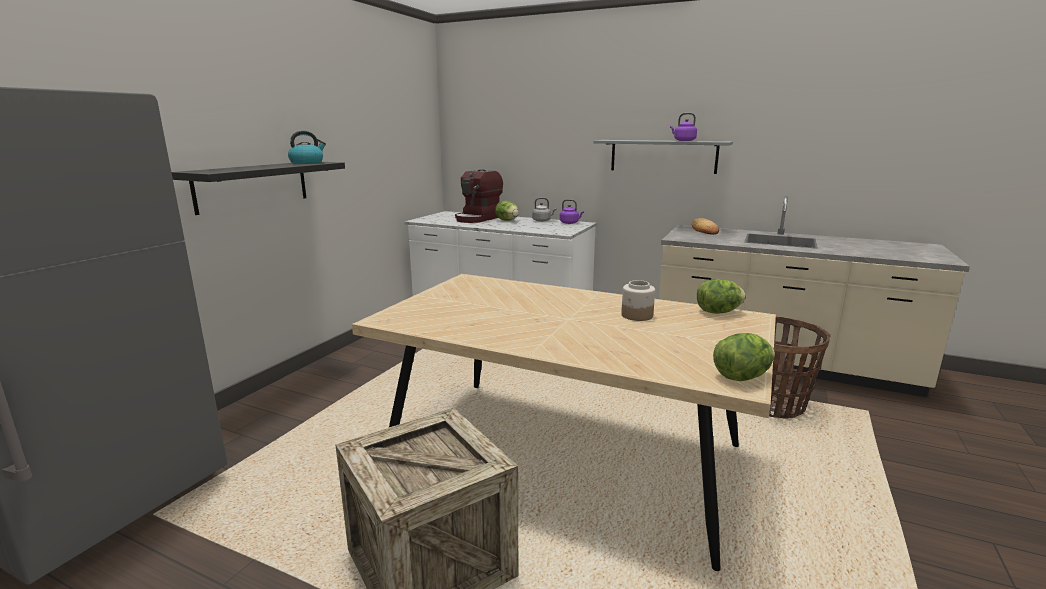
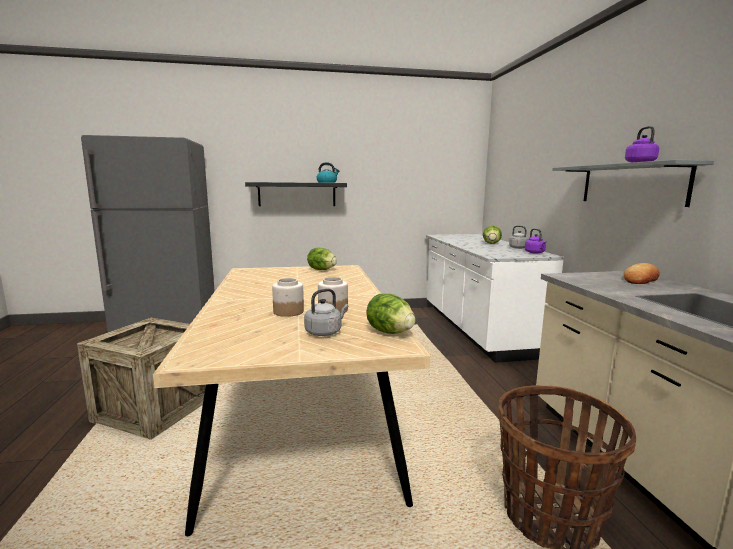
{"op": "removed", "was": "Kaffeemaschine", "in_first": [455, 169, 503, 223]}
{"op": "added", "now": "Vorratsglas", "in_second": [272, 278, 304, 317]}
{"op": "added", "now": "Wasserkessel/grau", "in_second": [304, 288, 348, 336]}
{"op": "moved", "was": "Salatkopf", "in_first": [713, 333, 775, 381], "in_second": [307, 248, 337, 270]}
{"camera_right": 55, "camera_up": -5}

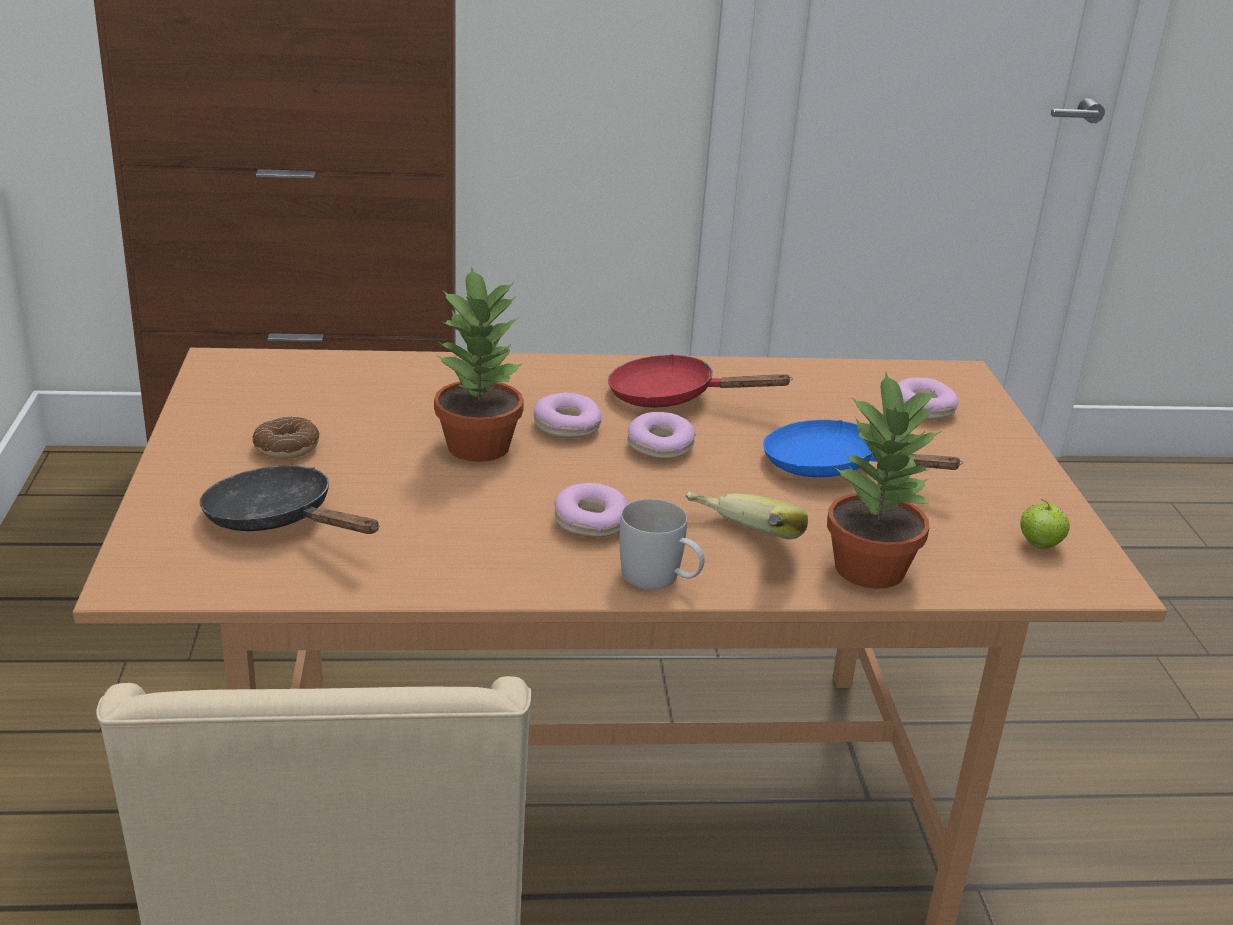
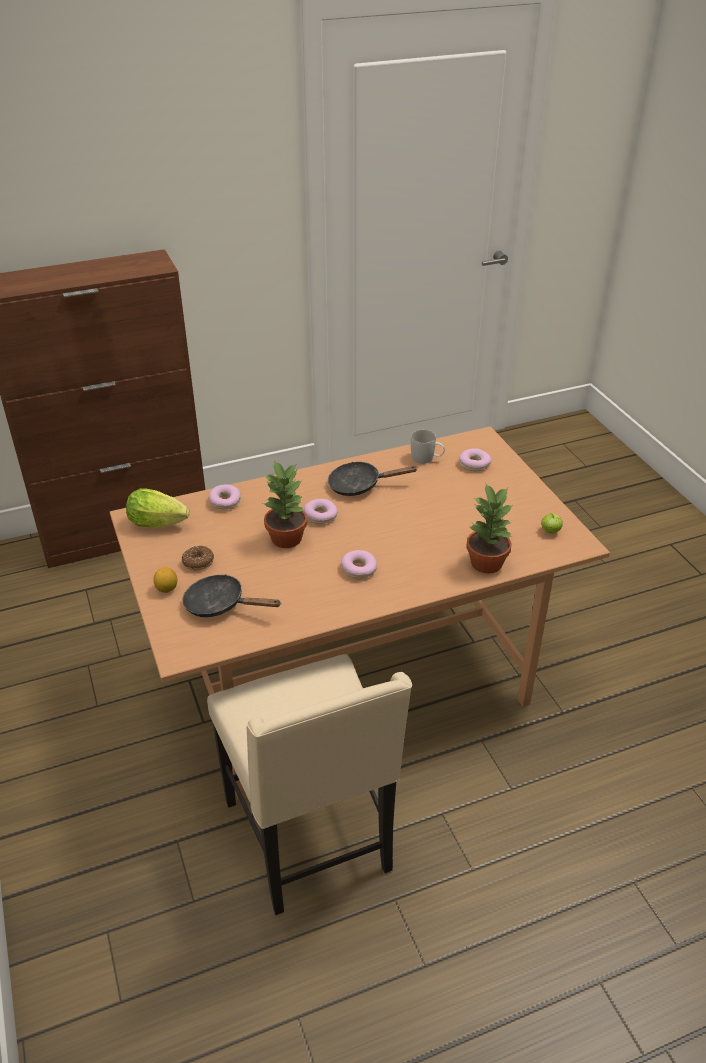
{"op": "removed", "was": "Banane", "in_first": [685, 491, 808, 539]}
{"op": "removed", "was": "Pfanne/blau", "in_first": [763, 420, 963, 477]}
{"op": "added", "now": "Salatkopf", "in_second": [126, 488, 190, 528]}
{"op": "added", "now": "Zitrone", "in_second": [153, 567, 177, 593]}
{"op": "moved", "was": "Henkelbecher/weiß", "in_first": [619, 499, 705, 590], "in_second": [411, 430, 445, 464]}
{"op": "moved", "was": "Donut", "in_first": [627, 412, 696, 459], "in_second": [209, 485, 241, 509]}
{"op": "recoloured", "was": "Pfanne/rot", "now": "Pfanne/schwarz", "in_first": [608, 354, 793, 408], "in_second": [328, 462, 418, 496]}
{"camera_right": -15, "camera_up": 10}

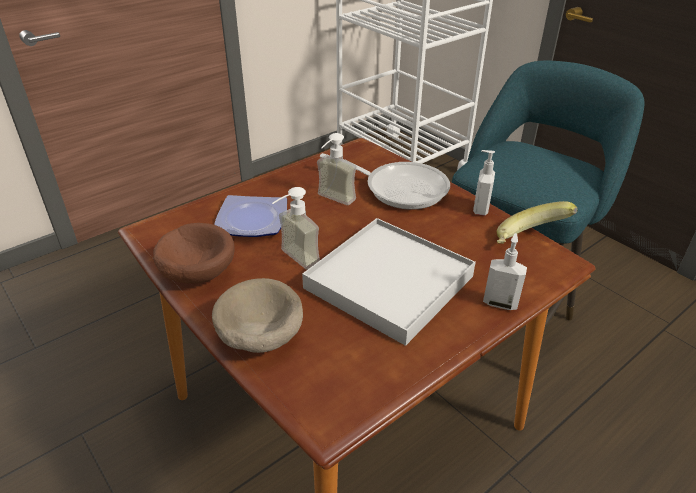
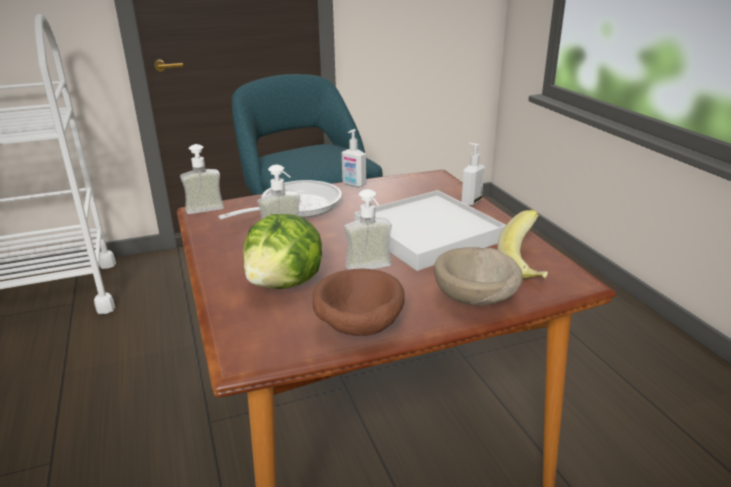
{"op": "added", "now": "Seifenspender", "in_second": [180, 144, 224, 214]}
{"op": "moved", "was": "Banane", "in_first": [497, 201, 578, 244], "in_second": [497, 210, 548, 279]}
{"op": "replaced", "was": "Teller", "now": "Salatkopf", "in_first": [214, 195, 287, 237], "in_second": [243, 214, 322, 289]}
{"camera_right": -70, "camera_up": -10}

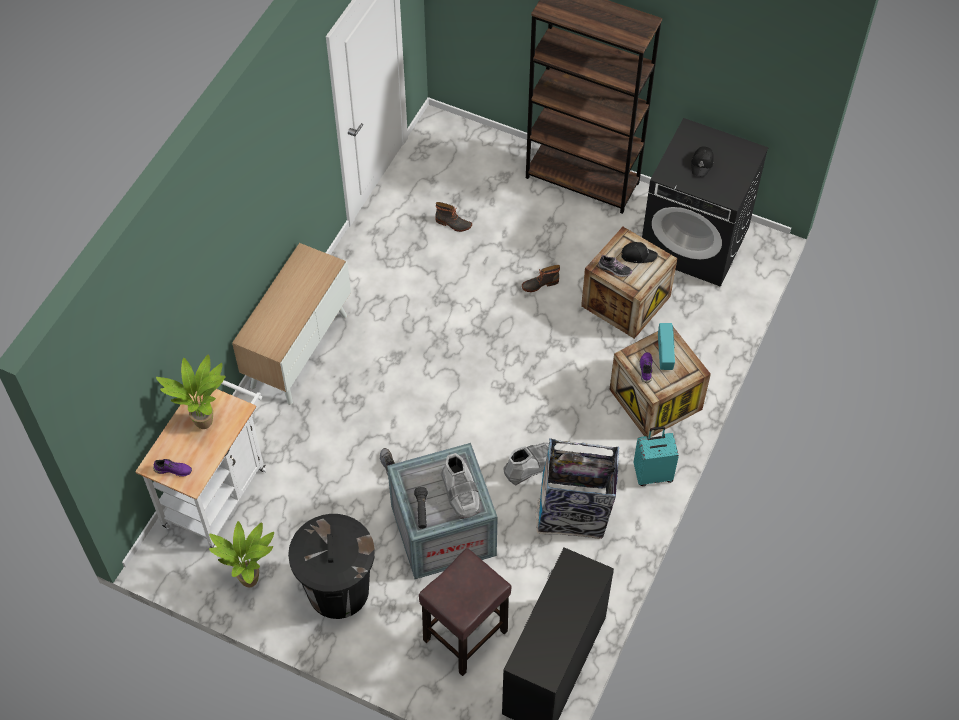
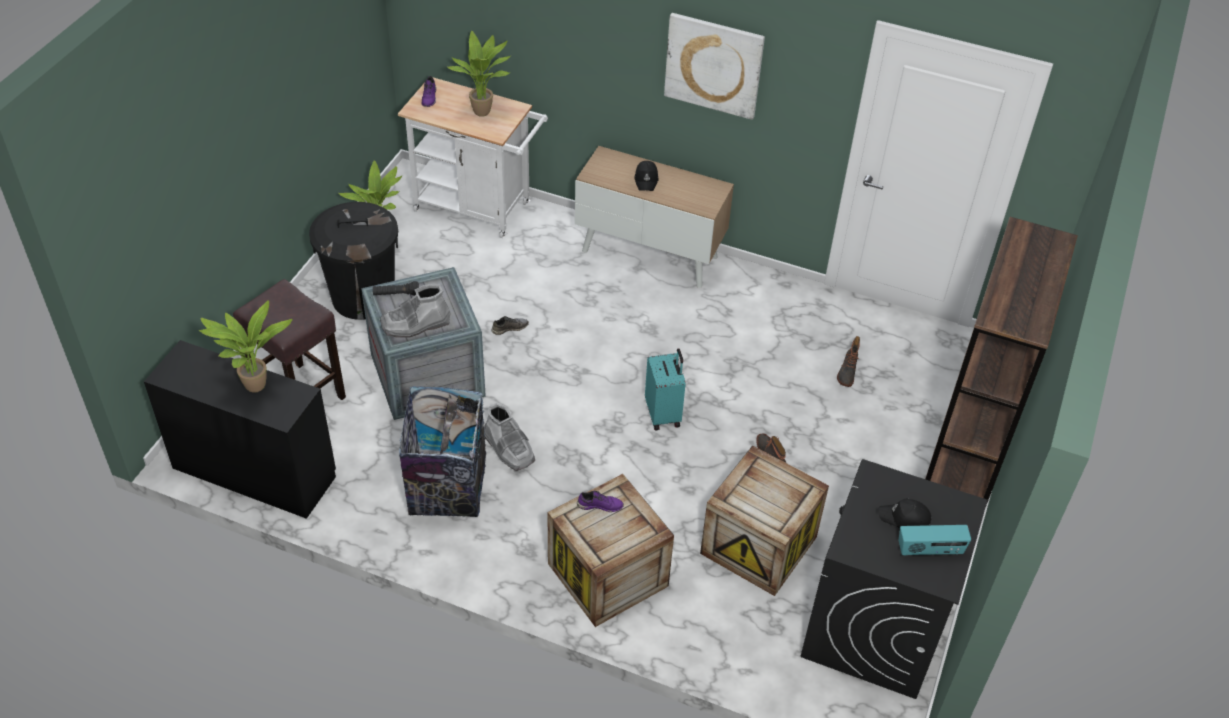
{"op": "removed", "was": "Schuh", "in_first": [599, 254, 632, 277]}
{"op": "added", "now": "Topfpflanze", "in_second": [199, 300, 293, 393]}
{"op": "added", "now": "Bild", "in_second": [664, 13, 765, 120]}
{"op": "moved", "was": "Kappe/schwarz", "in_first": [621, 242, 658, 263], "in_second": [634, 161, 659, 191]}
{"op": "moved", "was": "Koffer/türkis", "in_first": [633, 426, 679, 486], "in_second": [645, 349, 686, 430]}
{"op": "moved", "was": "Radio", "in_first": [658, 323, 675, 370], "in_second": [898, 525, 971, 556]}
{"camera_right": 85, "camera_up": -10}

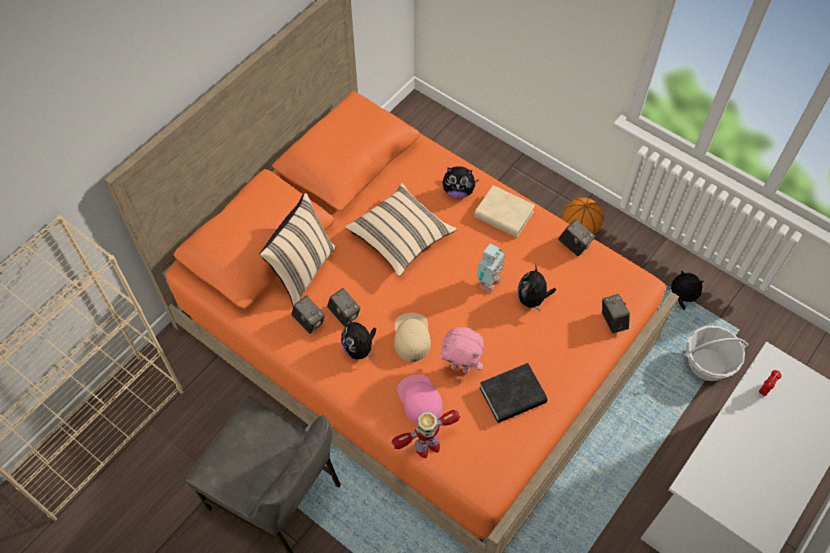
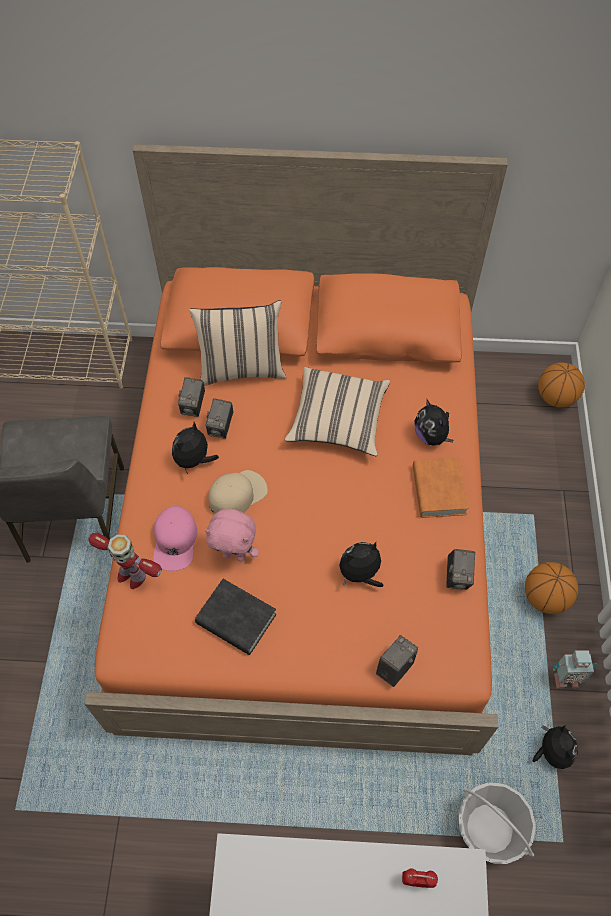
{"op": "added", "now": "Basketball", "in_second": [538, 362, 585, 408]}
{"op": "moved", "was": "Spielzeugroboter", "in_first": [477, 244, 505, 293], "in_second": [553, 650, 597, 689]}
{"op": "recoloured", "was": "Buch/beige", "now": "Buch/orange", "in_first": [474, 185, 535, 238], "in_second": [413, 457, 469, 518]}
{"op": "turned", "was": "Kappe/rosa", "in_first": [397, 374, 443, 424], "in_second": [153, 506, 197, 571], "clockwise": 150}
{"op": "turned", "was": "Plüschtier/rosa", "in_first": [439, 327, 484, 373], "in_second": [205, 509, 259, 561], "clockwise": -60}
{"camera_right": 55, "camera_up": 0}

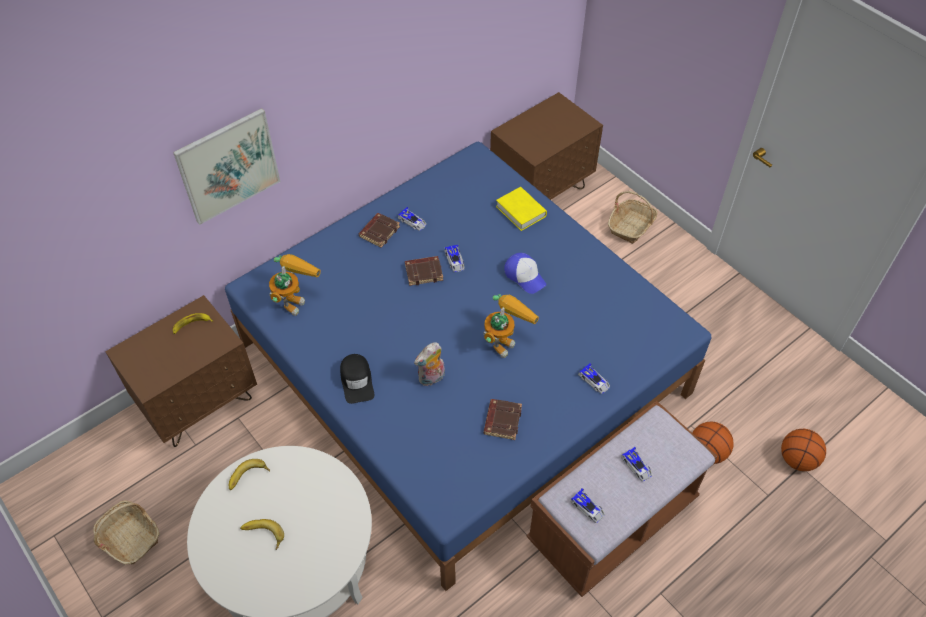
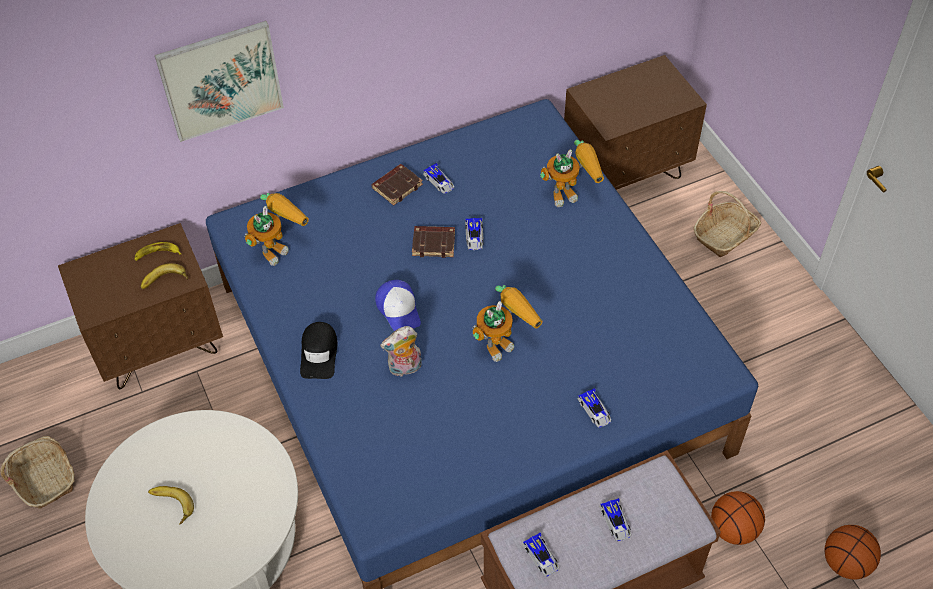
{"op": "removed", "was": "Buch/braun", "in_first": [484, 399, 522, 440]}
{"op": "moved", "was": "Banane", "in_first": [229, 459, 270, 490], "in_second": [141, 263, 188, 289]}
{"op": "moved", "was": "Kappe", "in_first": [504, 253, 546, 294], "in_second": [375, 280, 421, 331]}
{"op": "replaced", "was": "Buch/gelb", "now": "Spielzeugroboter", "in_first": [496, 187, 547, 231], "in_second": [540, 140, 604, 207]}
{"camera_right": 15, "camera_up": 0}

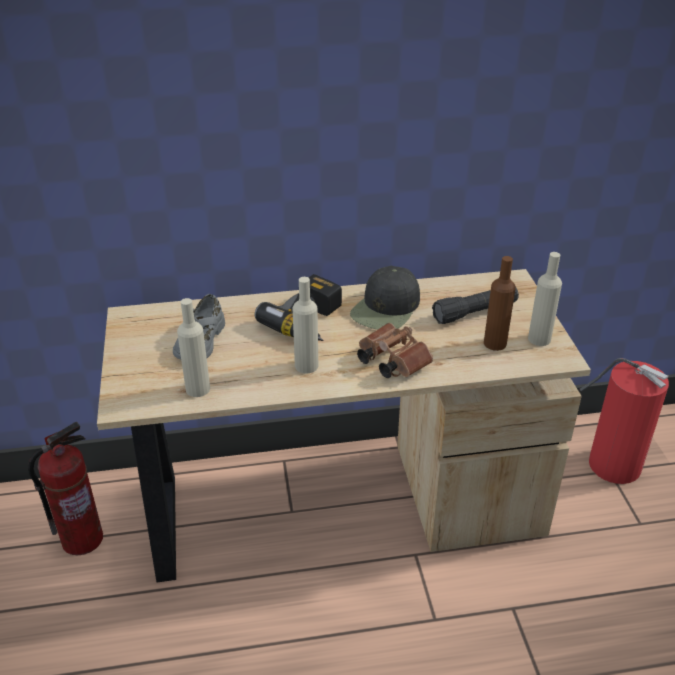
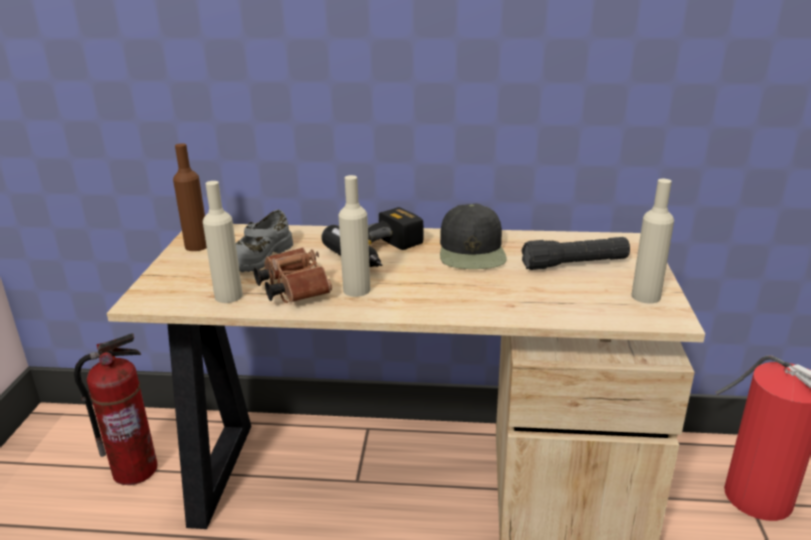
{"op": "moved", "was": "Fernglas/braun", "in_first": [357, 323, 433, 378], "in_second": [254, 247, 332, 303]}
{"op": "moved", "was": "Flasche/braun", "in_first": [484, 256, 516, 351], "in_second": [173, 143, 207, 251]}
{"op": "turned", "was": "Kappe/schwarz", "in_first": [350, 266, 420, 330], "in_second": [440, 203, 507, 269], "clockwise": -45}
{"camera_right": 15, "camera_up": -10}

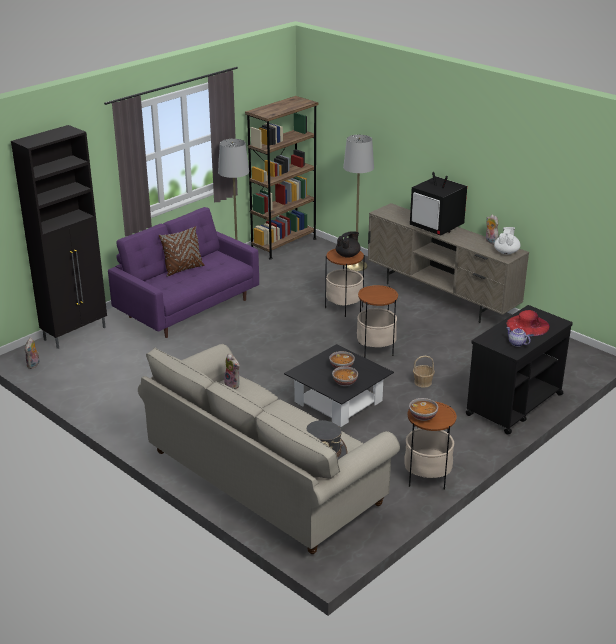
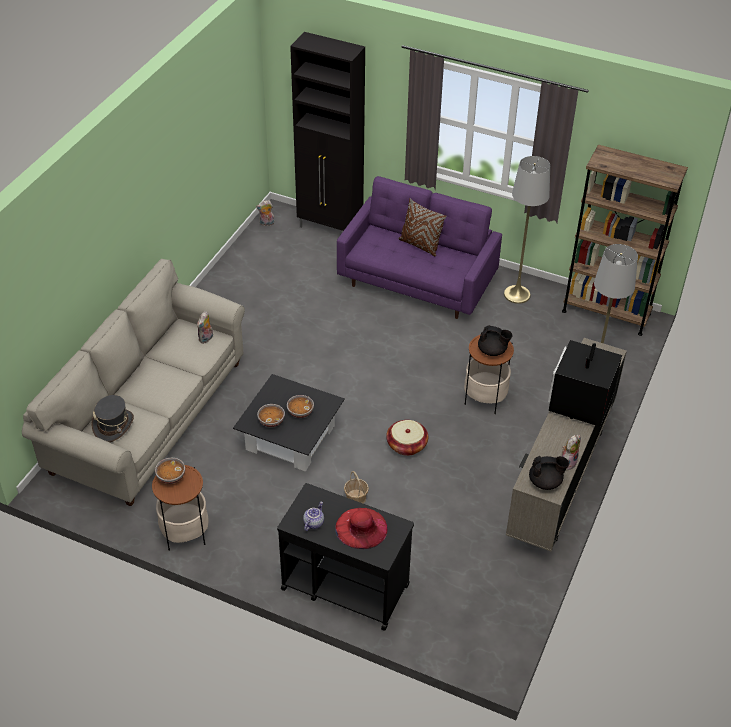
{"op": "replaced", "was": "Beistelltisch", "now": "Korb", "in_first": [357, 285, 398, 358], "in_second": [386, 420, 428, 456]}
{"op": "recoloured", "was": "Teekanne/weiß", "now": "Teekanne/schwarz", "in_first": [494, 227, 520, 254], "in_second": [529, 456, 569, 490]}
{"camera_right": 70, "camera_up": 15}

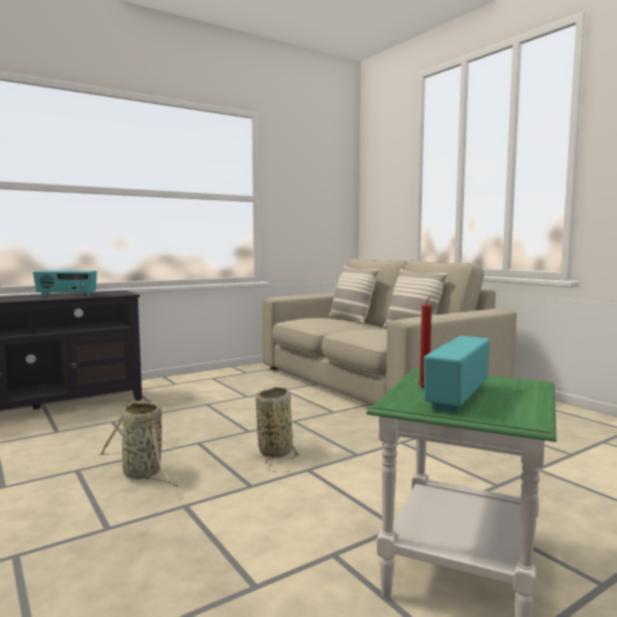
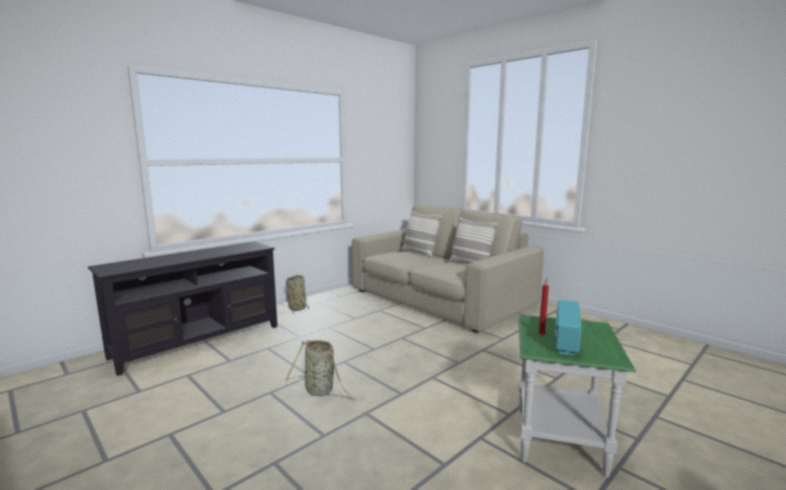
{"op": "removed", "was": "Radio", "in_first": [33, 270, 97, 297]}
{"op": "moved", "was": "Korb", "in_first": [256, 387, 301, 466], "in_second": [286, 275, 310, 314]}
{"camera_right": -10, "camera_up": 5}

